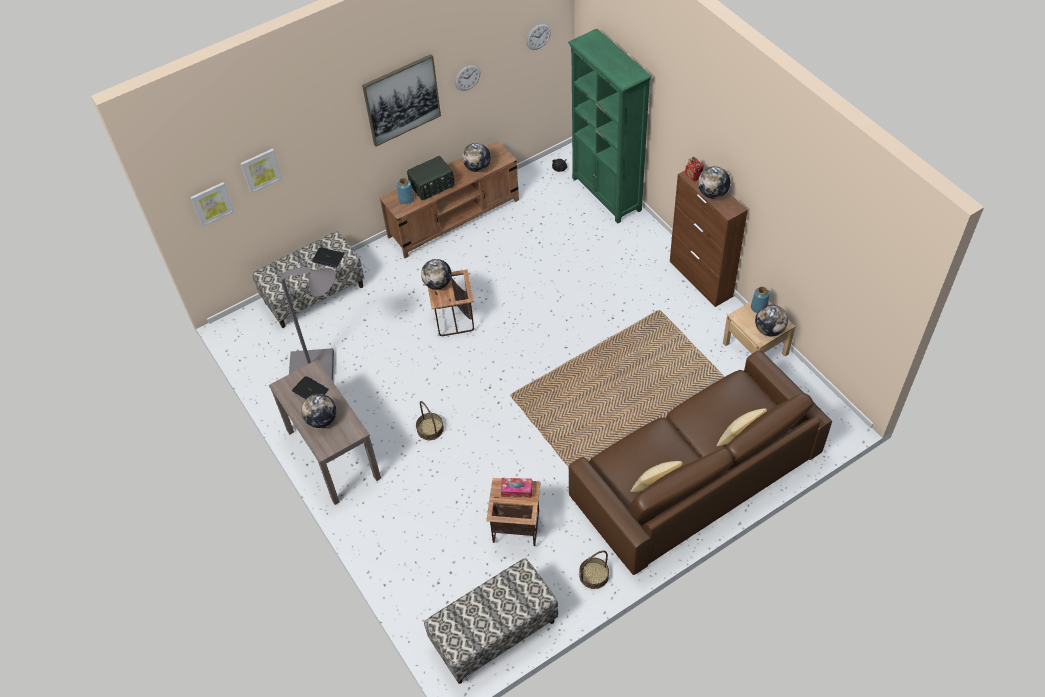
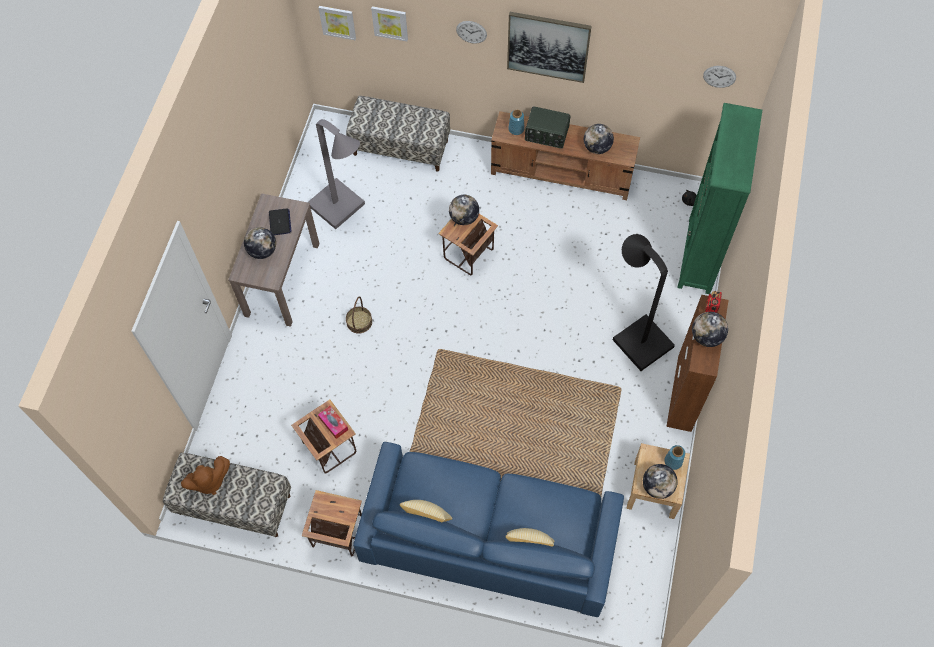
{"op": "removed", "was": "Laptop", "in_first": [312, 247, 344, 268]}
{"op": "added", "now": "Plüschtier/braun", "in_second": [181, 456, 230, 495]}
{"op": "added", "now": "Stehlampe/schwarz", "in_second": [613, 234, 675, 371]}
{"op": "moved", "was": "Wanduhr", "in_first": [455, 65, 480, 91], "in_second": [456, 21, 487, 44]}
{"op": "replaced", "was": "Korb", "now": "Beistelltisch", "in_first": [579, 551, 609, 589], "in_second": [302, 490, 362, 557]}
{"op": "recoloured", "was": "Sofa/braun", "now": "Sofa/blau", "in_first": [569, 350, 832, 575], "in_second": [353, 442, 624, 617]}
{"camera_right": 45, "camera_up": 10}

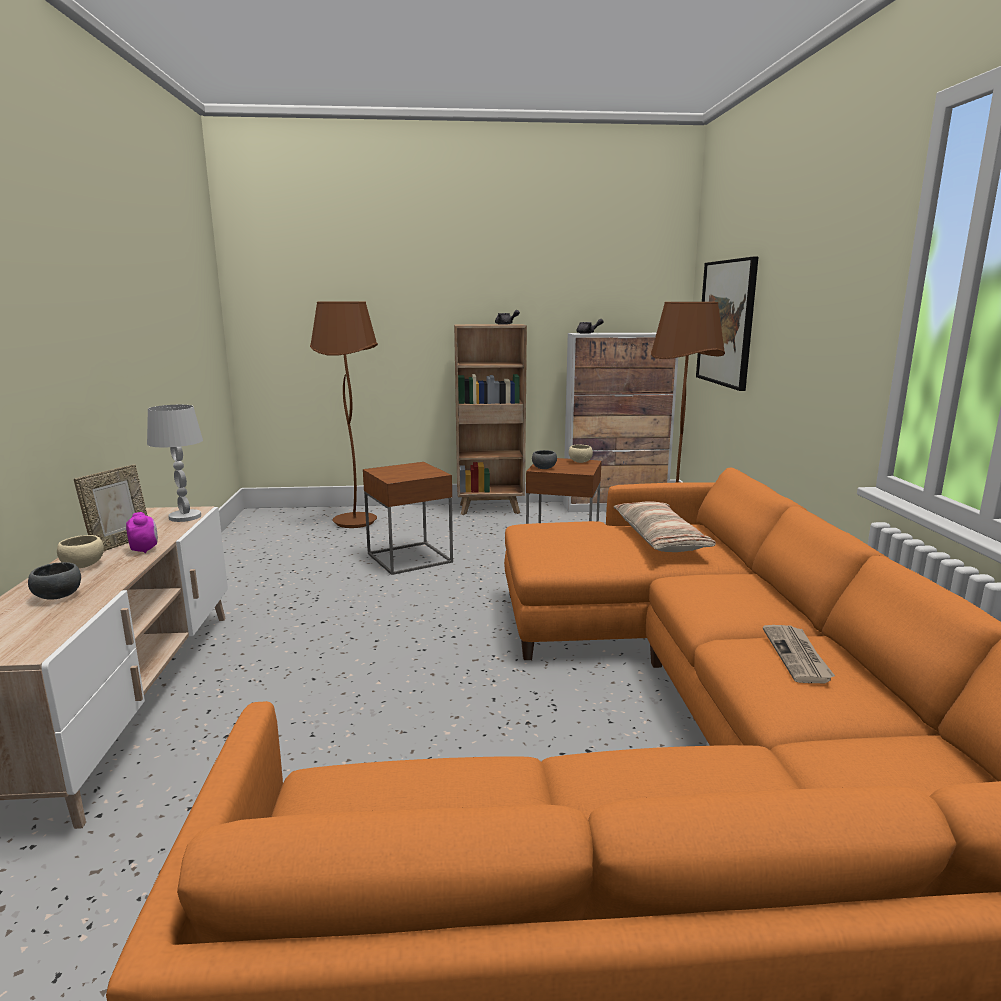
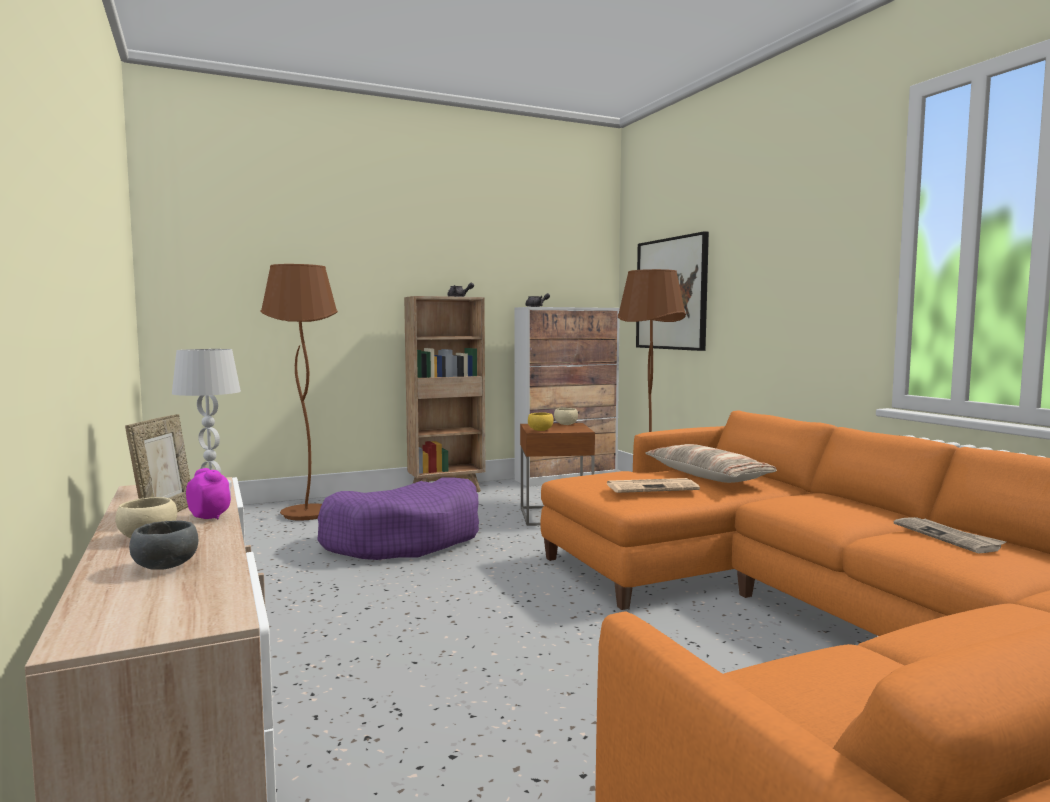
{"op": "added", "now": "Zeitung", "in_second": [607, 478, 700, 493]}
{"op": "replaced", "was": "Beistelltisch/braun", "now": "Hundebett/lila", "in_first": [363, 462, 453, 575], "in_second": [317, 478, 479, 560]}
{"op": "recoloured", "was": "Schüssel/grau", "now": "Schüssel/gelb", "in_first": [532, 450, 557, 469], "in_second": [528, 412, 553, 431]}
{"camera_right": -20, "camera_up": -10}

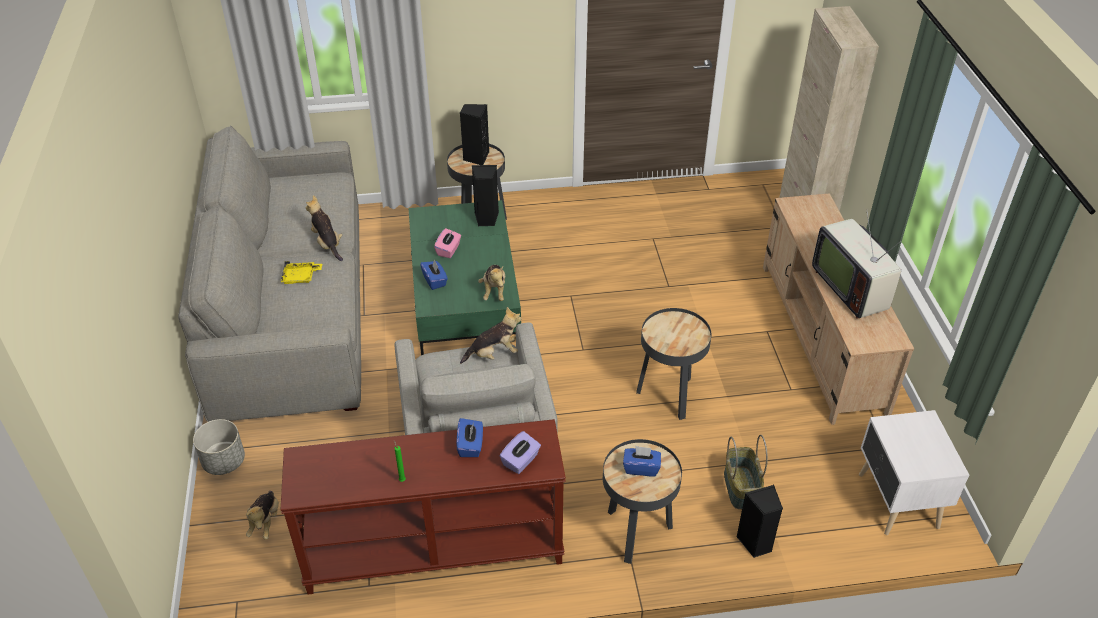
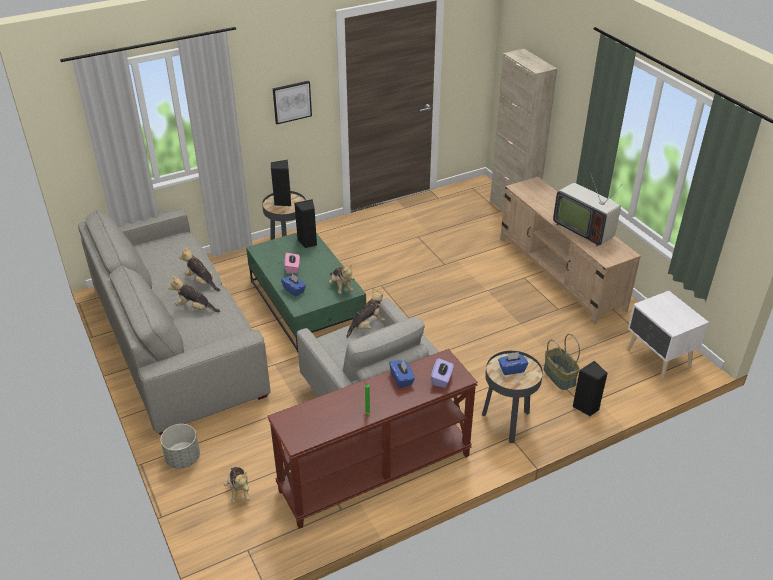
{"op": "removed", "was": "Beistelltisch/schwarz", "in_first": [636, 308, 712, 420]}
{"op": "added", "now": "Bild", "in_second": [272, 81, 312, 124]}
{"op": "replaced", "was": "Tablett/gelb", "now": "Plüschtier", "in_first": [281, 261, 322, 284], "in_second": [168, 275, 220, 312]}
{"camera_right": -20, "camera_up": -5}

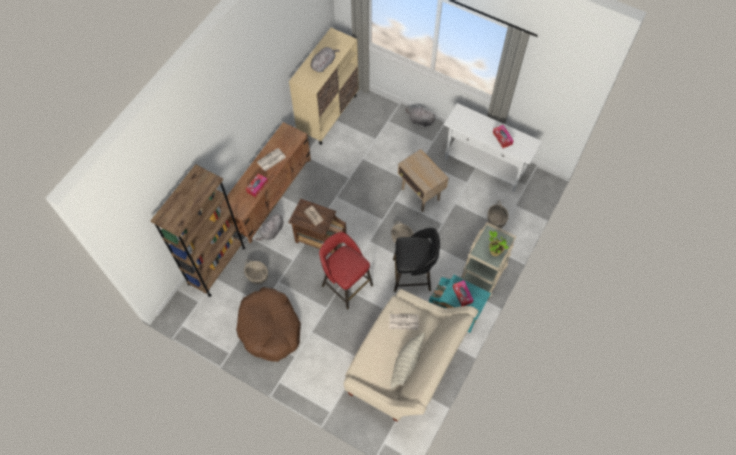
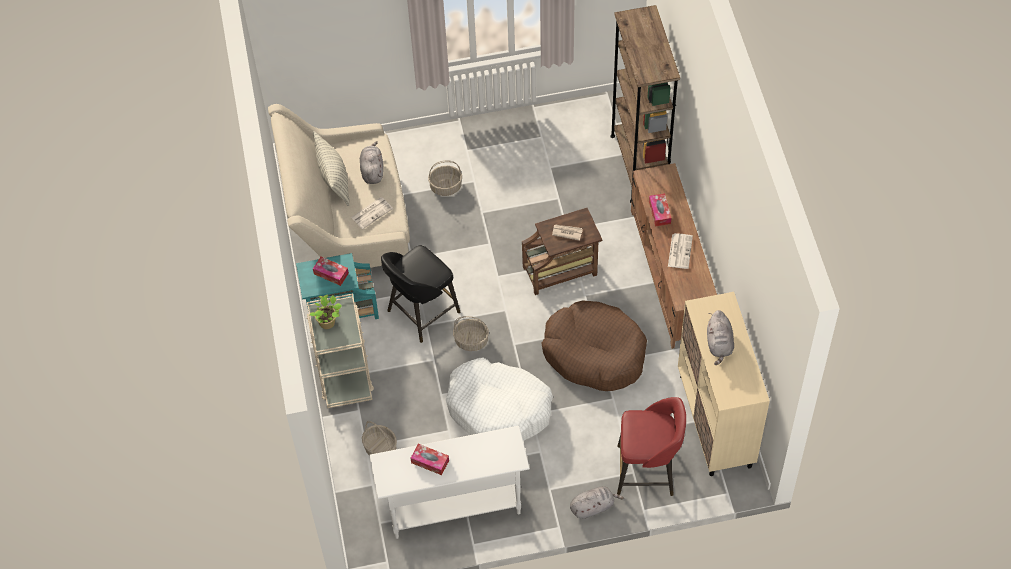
{"op": "moved", "was": "Hundebett/braun", "in_first": [236, 287, 301, 362], "in_second": [541, 301, 647, 391]}
{"op": "moved", "was": "Korb", "in_first": [244, 260, 268, 284], "in_second": [428, 160, 462, 196]}
{"op": "moved", "was": "Plüschtier/grau", "in_first": [255, 213, 284, 241], "in_second": [360, 141, 383, 184]}
{"op": "moved", "was": "Hocker/rot", "in_first": [319, 232, 373, 310], "in_second": [617, 397, 686, 496]}
{"op": "replaced", "was": "Beistelltisch/beige", "now": "Hundebett/weiß", "in_first": [398, 149, 449, 212], "in_second": [446, 358, 553, 441]}
{"camera_right": 140, "camera_up": -5}

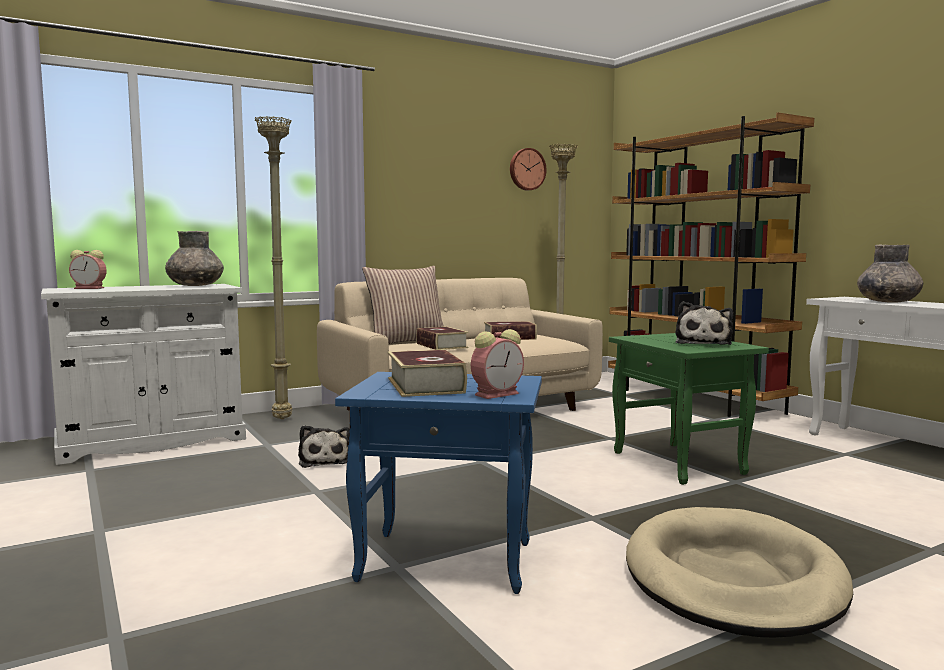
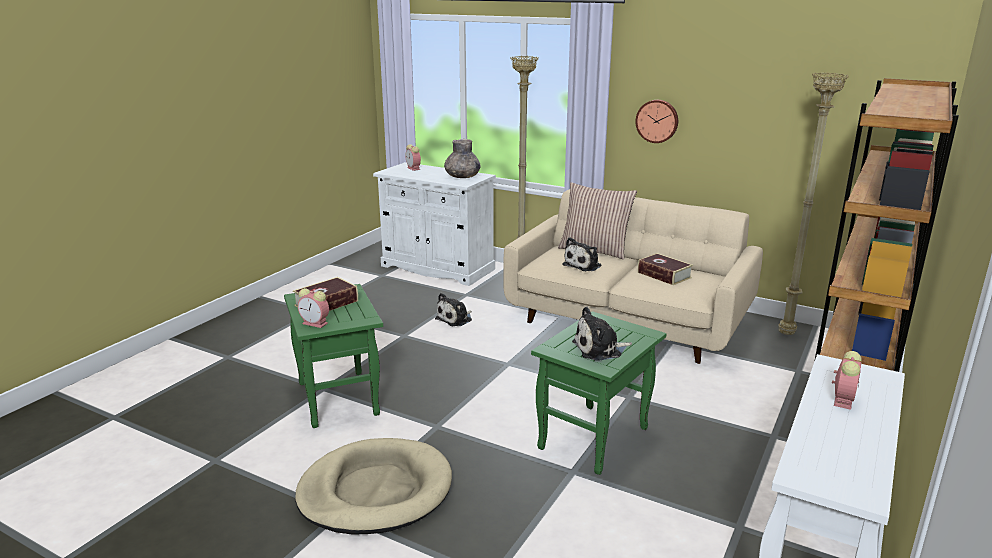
{"op": "moved", "was": "Wanduhr", "in_first": [510, 148, 547, 191], "in_second": [636, 100, 678, 143]}
{"op": "replaced", "was": "Buch", "now": "Plüschtier", "in_first": [416, 327, 469, 350], "in_second": [562, 237, 601, 271]}
{"op": "replaced", "was": "Vase/grau", "now": "Wecker", "in_first": [857, 245, 923, 303], "in_second": [832, 351, 862, 410]}
{"op": "recoloured", "was": "Beistelltisch/blau", "now": "Beistelltisch/grün", "in_first": [335, 372, 542, 594], "in_second": [284, 284, 383, 428]}
{"camera_right": 60, "camera_up": 15}

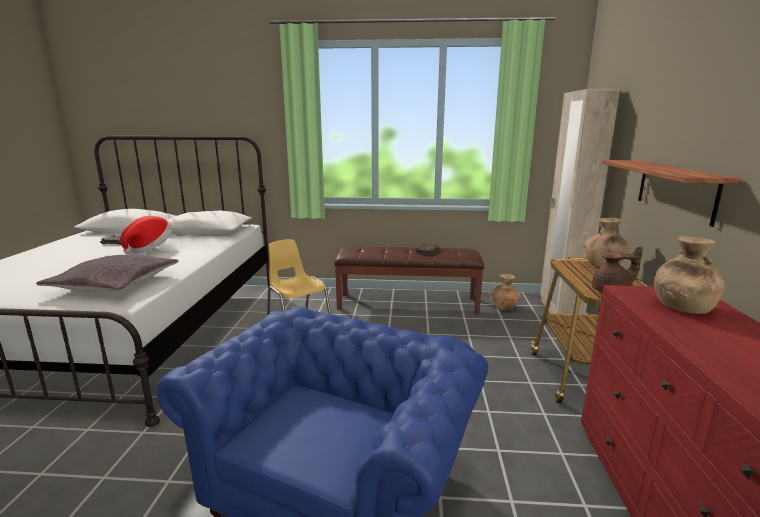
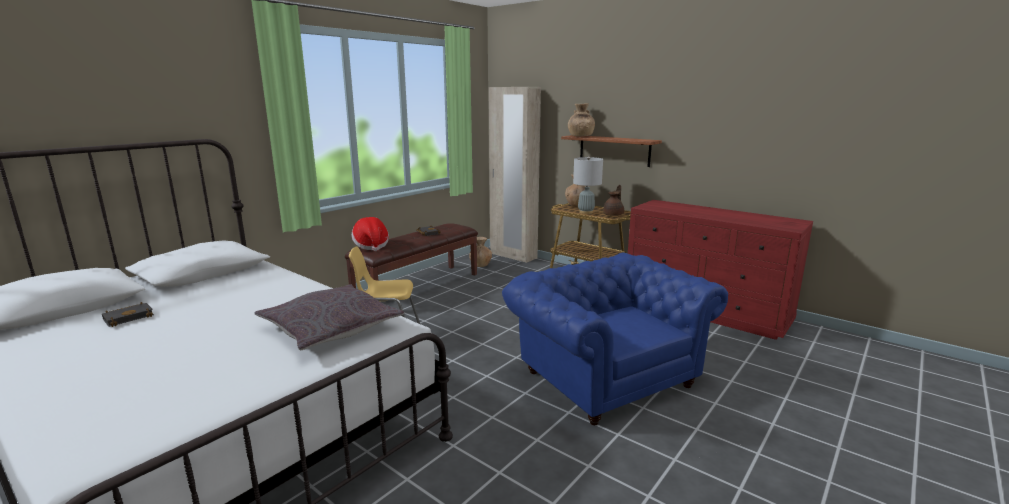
{"op": "added", "now": "Tischlampe/grau", "in_second": [573, 156, 603, 214]}
{"op": "moved", "was": "Hut", "in_first": [120, 216, 173, 254], "in_second": [352, 217, 389, 251]}
{"op": "moved", "was": "Vase/braun", "in_first": [654, 236, 725, 314], "in_second": [568, 103, 595, 136]}
{"camera_right": -55, "camera_up": 0}

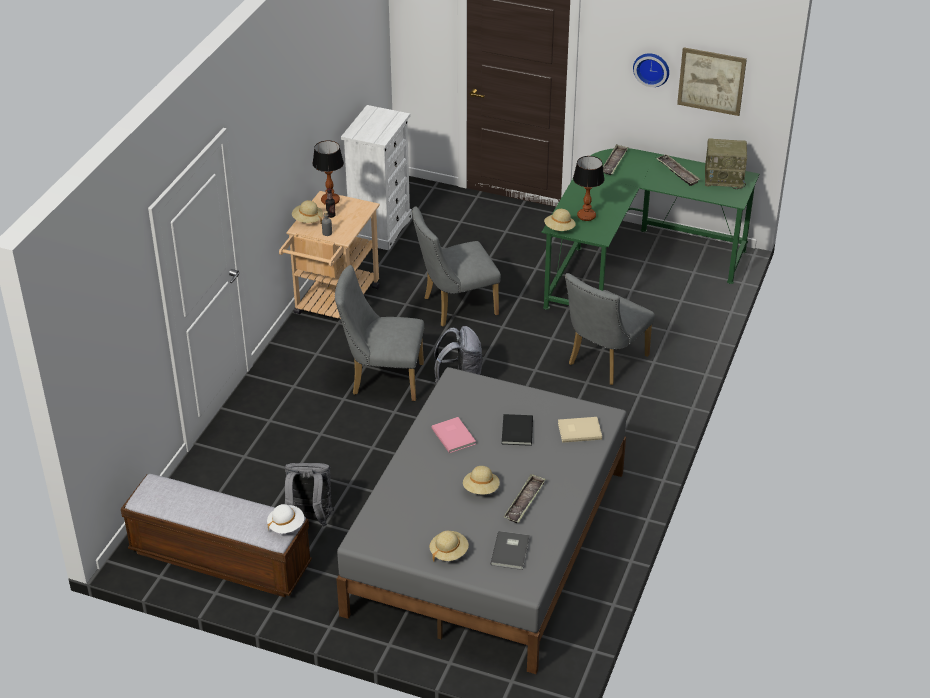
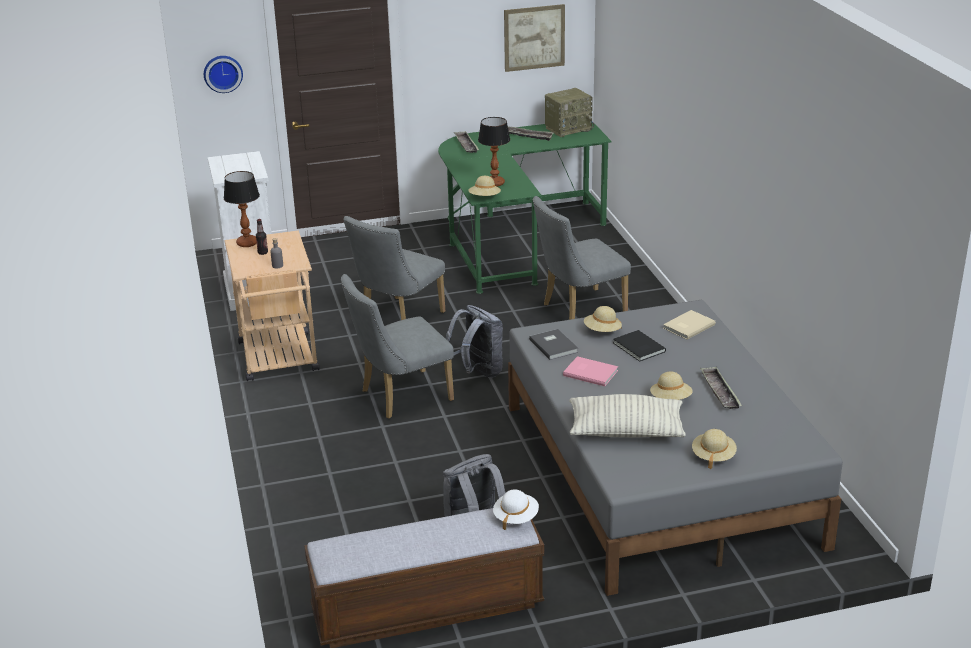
{"op": "added", "now": "Kissen", "in_second": [569, 394, 686, 438]}
{"op": "moved", "was": "Hut/beige", "in_first": [292, 200, 323, 224], "in_second": [584, 306, 622, 332]}
{"op": "moved", "was": "Buch/grau", "in_first": [490, 531, 530, 570], "in_second": [529, 329, 578, 360]}
{"op": "moved", "was": "Wanduhr", "in_first": [633, 53, 669, 87], "in_second": [204, 56, 243, 93]}
{"op": "turned", "was": "Stuhl/grau", "in_first": [565, 273, 655, 385], "in_second": [533, 196, 631, 320], "clockwise": 60}
{"camera_right": -35, "camera_up": -10}

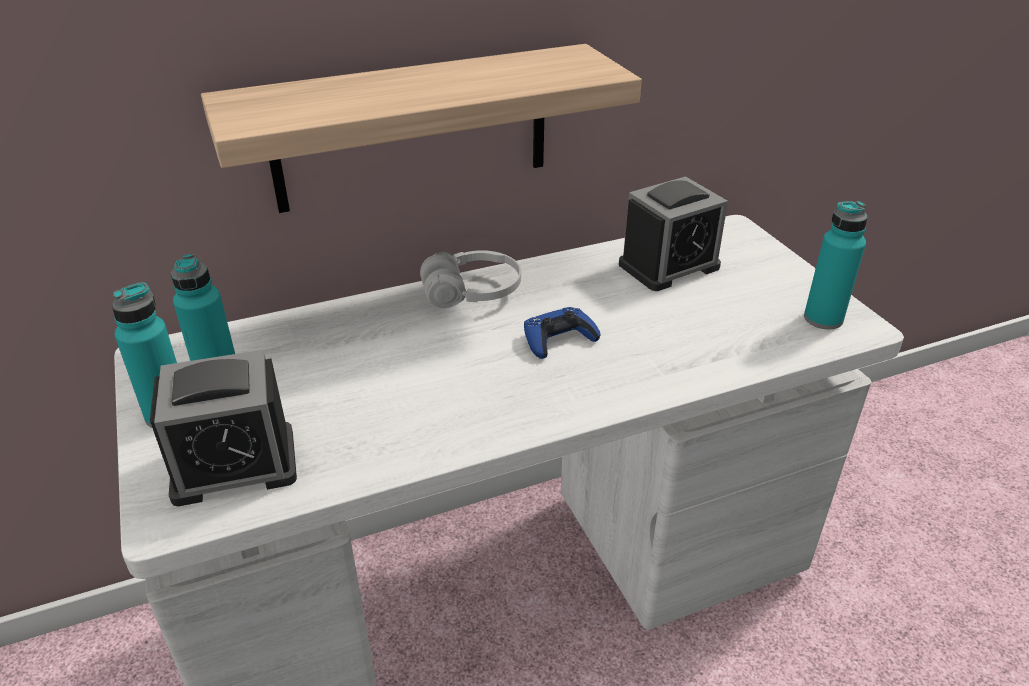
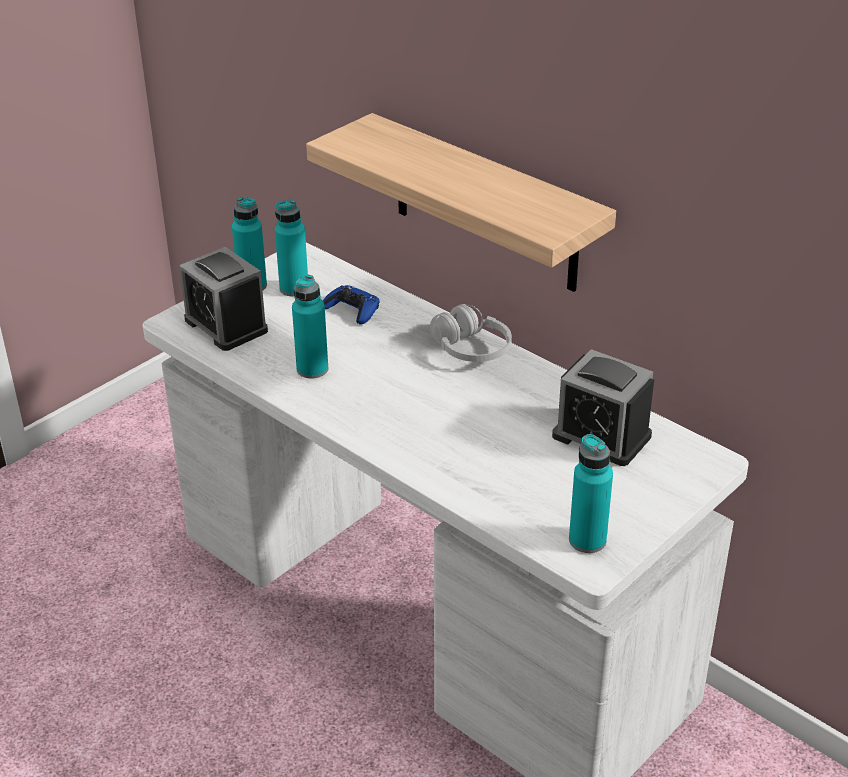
{"op": "added", "now": "Flasche/türkis", "in_second": [292, 275, 328, 378]}
{"op": "moved", "was": "Gamepad/blau", "in_first": [524, 307, 601, 359], "in_second": [323, 285, 380, 325]}
{"camera_right": 65, "camera_up": 0}

